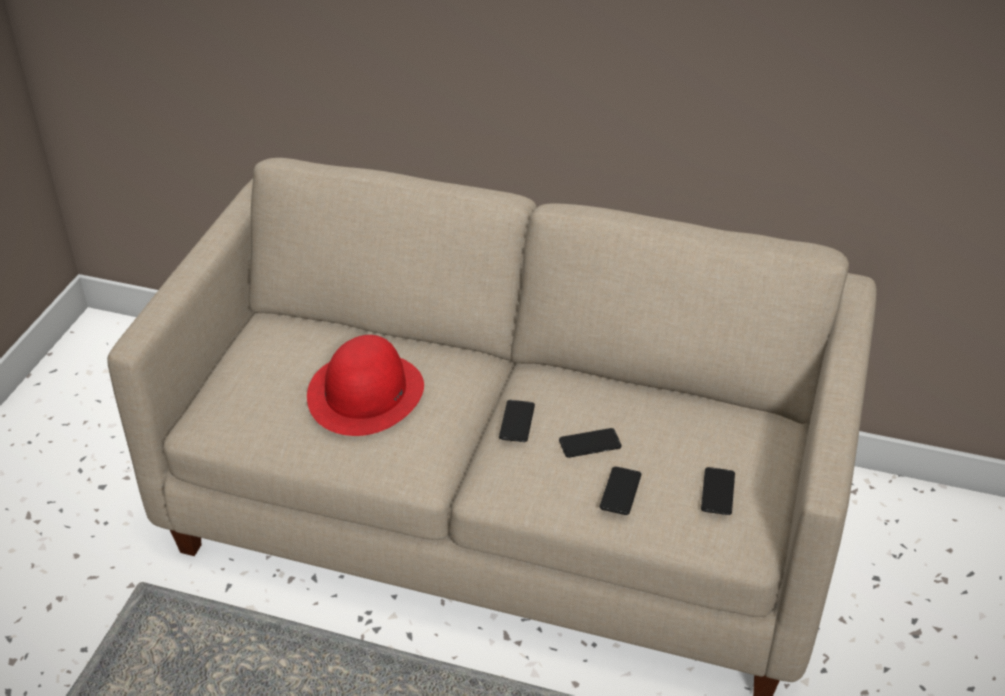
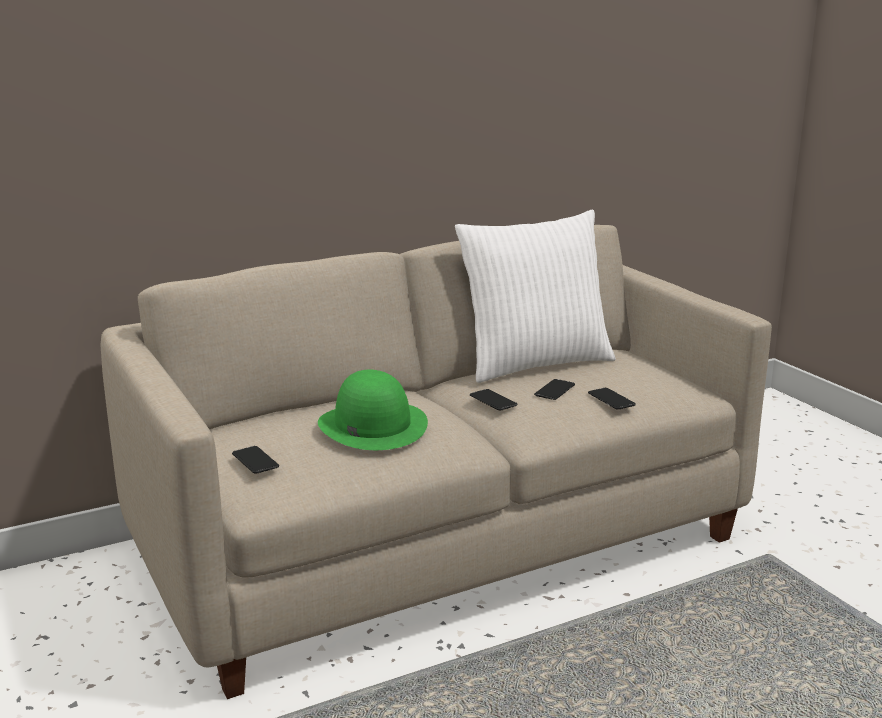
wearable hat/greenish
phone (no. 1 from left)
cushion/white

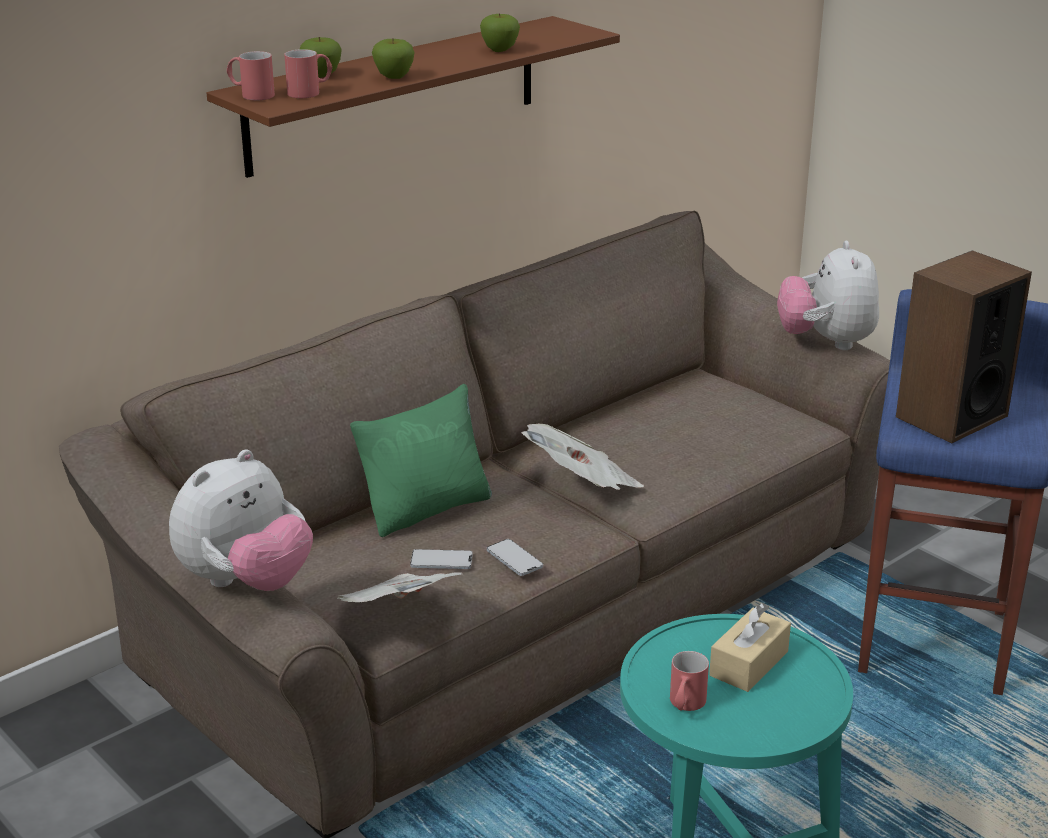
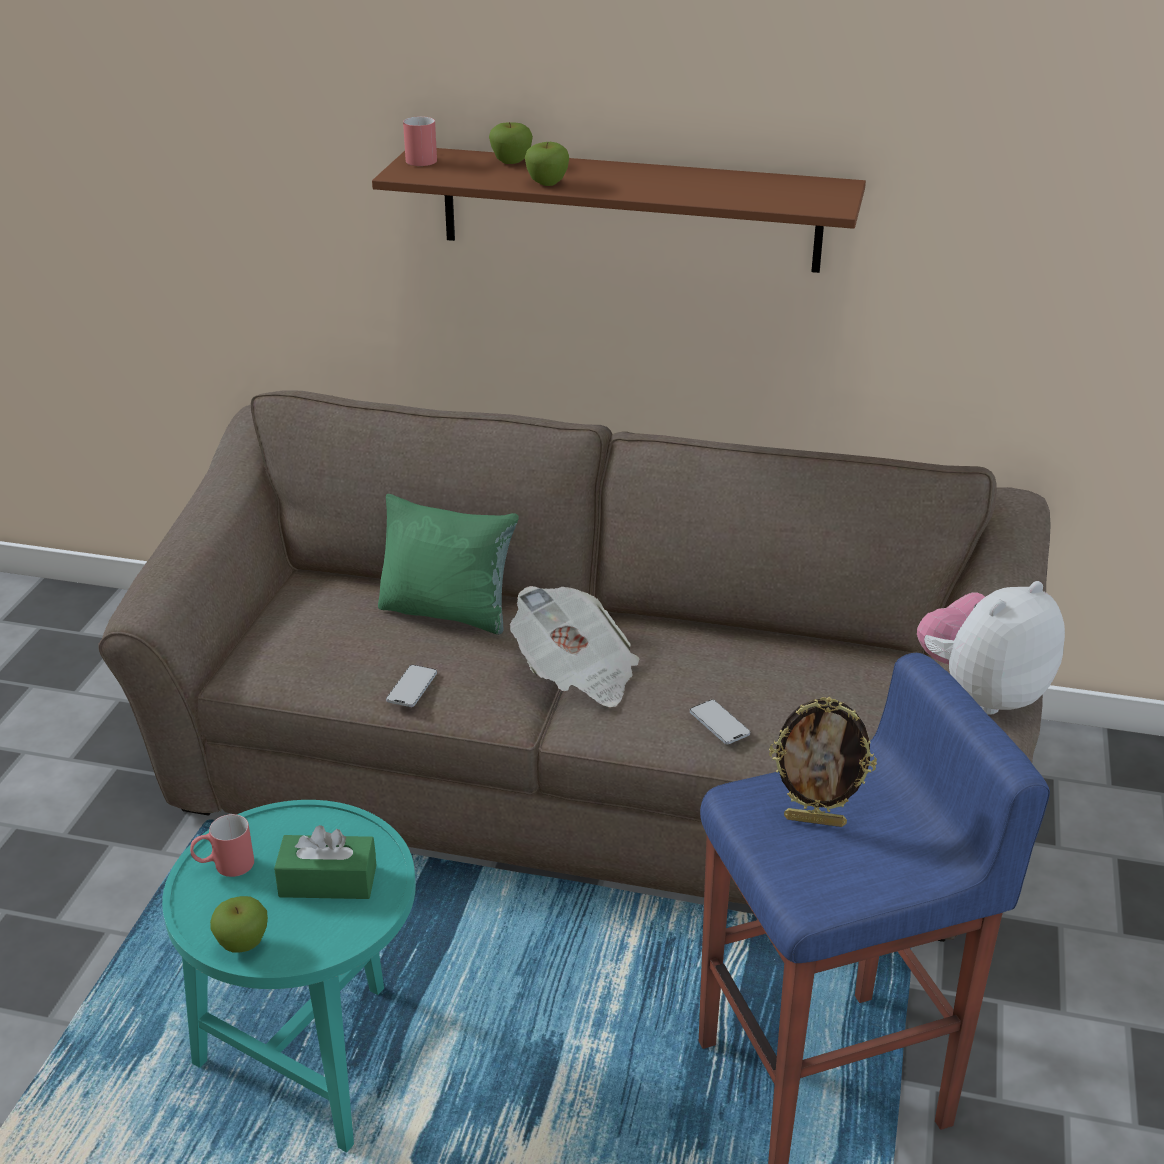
apple (no. 1 from left)
coffee mug/red-coloured (no. 2 from left in the first image)
picture frame
cuddly toy (no. 1 from left in the first image)
phone (no. 2 from left)
printed paper (no. 1 from left in the first image)
tissue holder/greenish

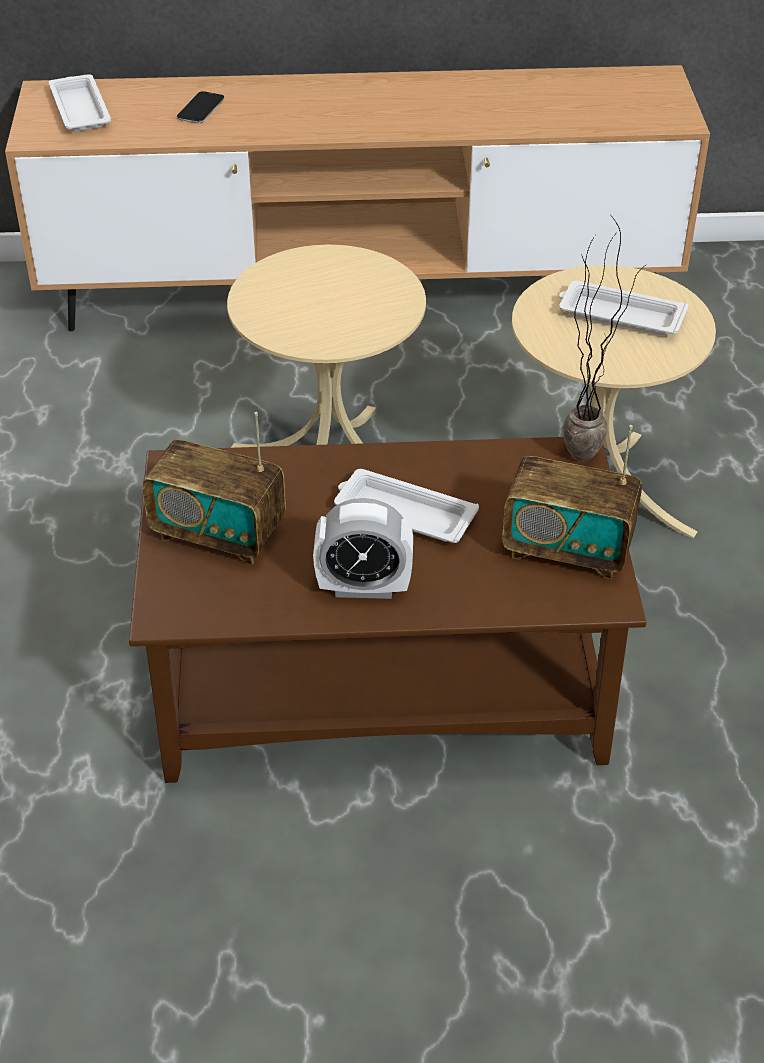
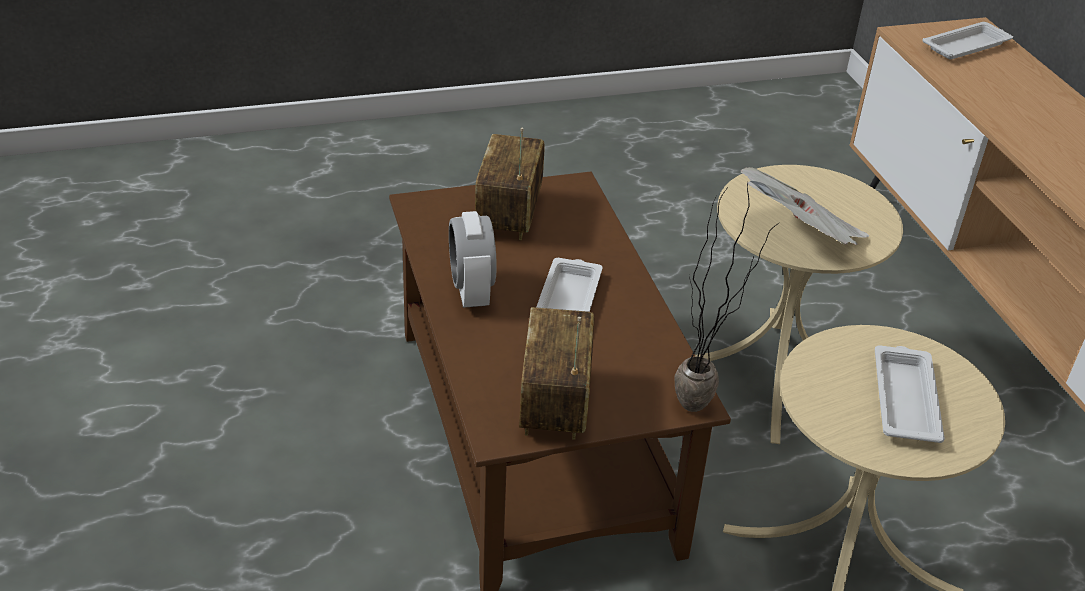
phone
printed paper

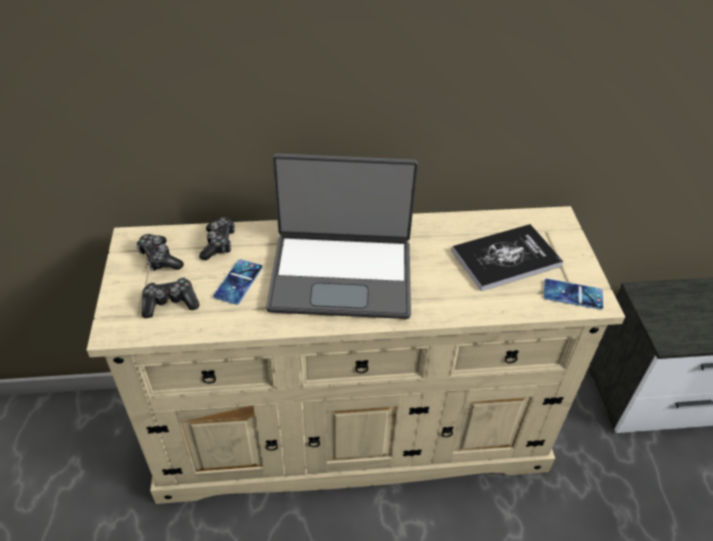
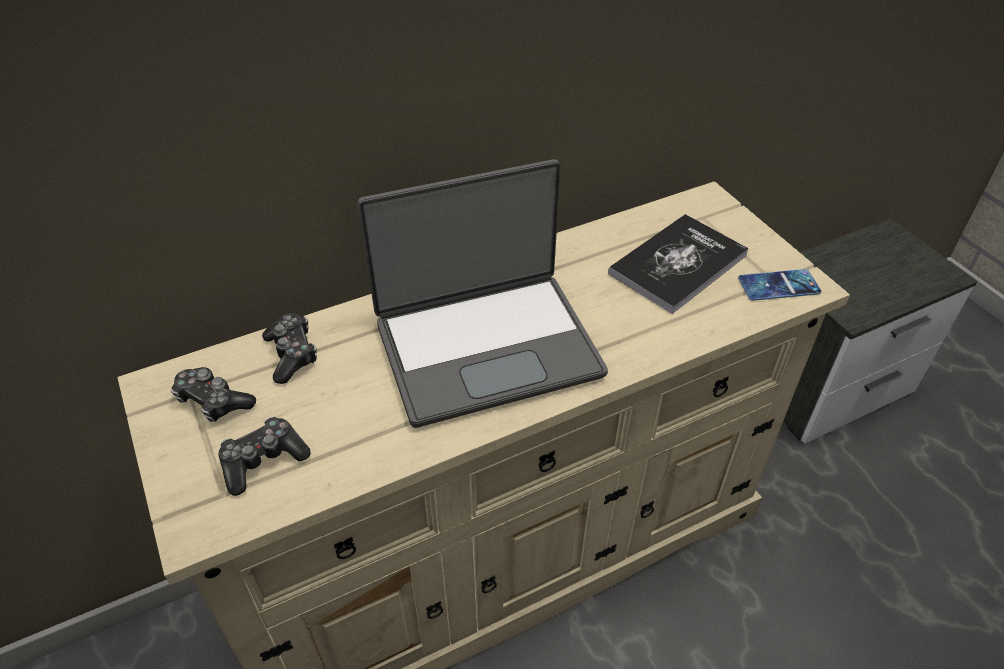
phone (no. 1 from left in the first image)

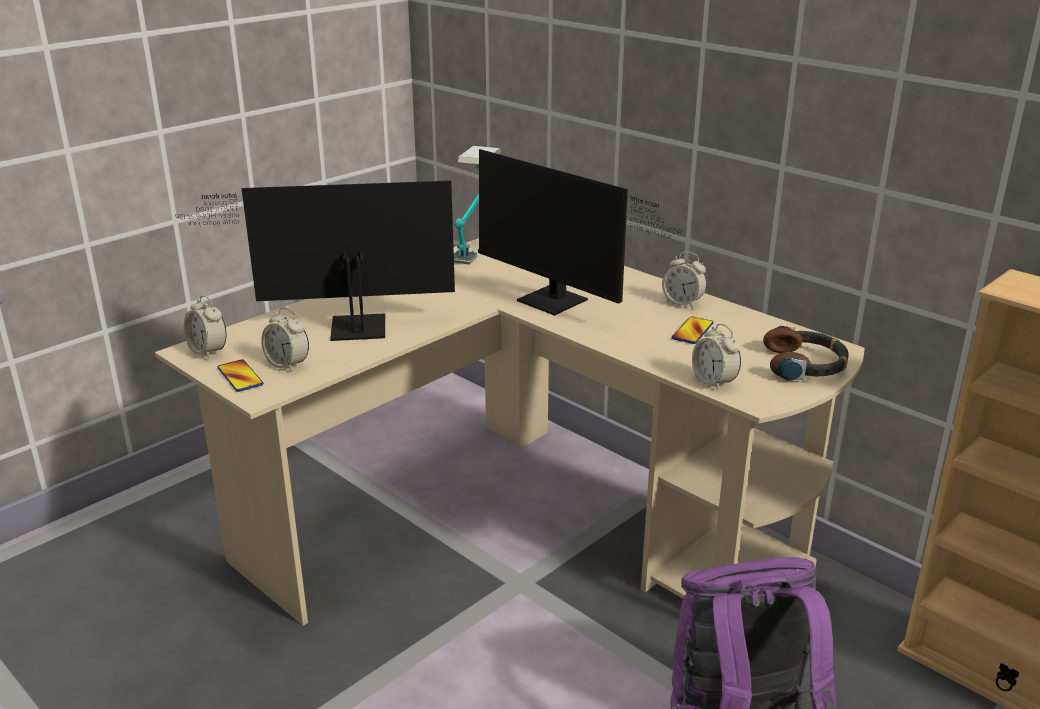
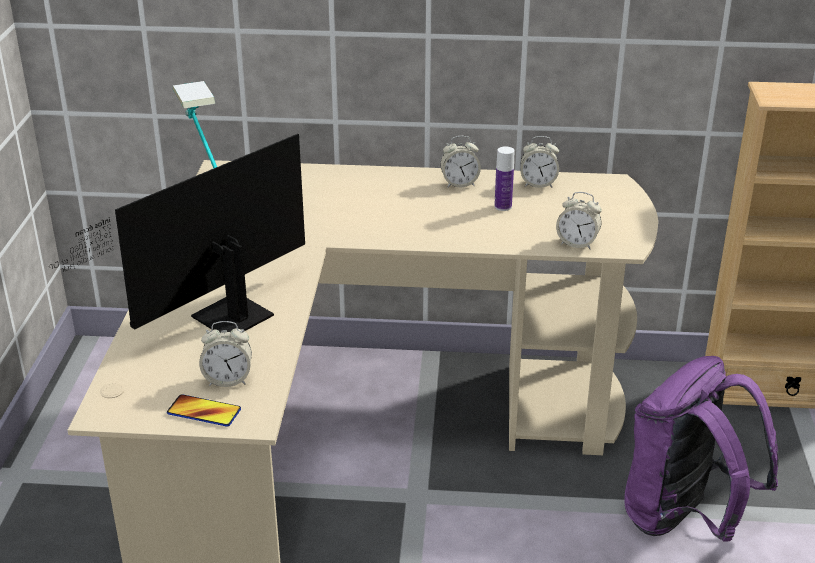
monitor (no. 2 from left in the first image)
alarm clock (no. 3 from left)
bottle
pair of headphones

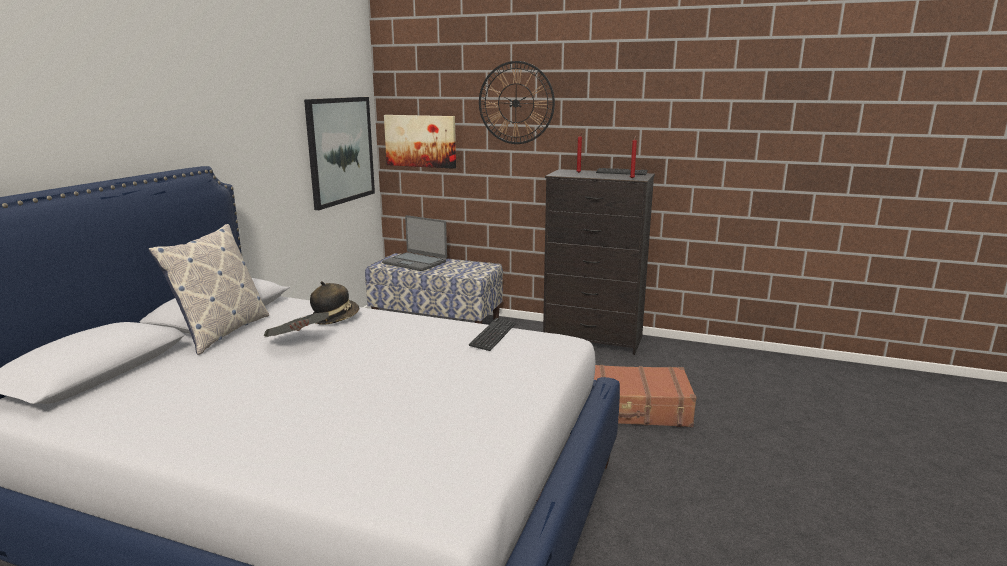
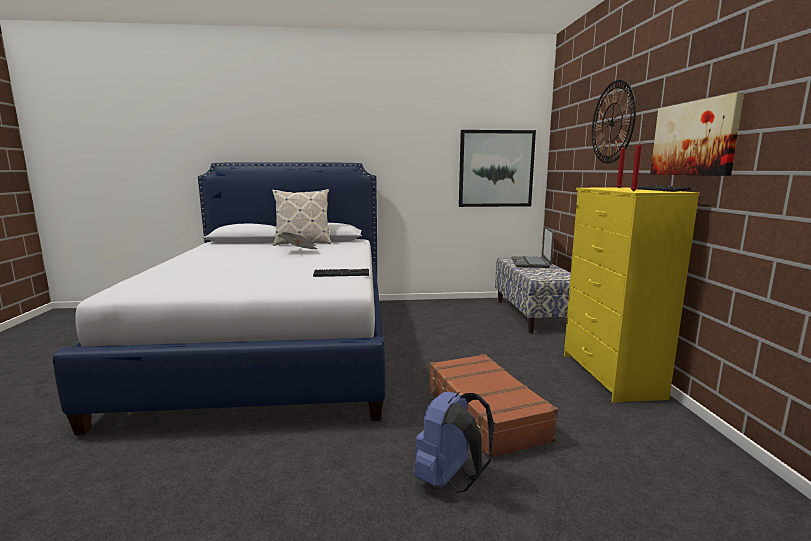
wall picture (no. 2 from left)
drawer chest/yellow-coloured
wearable hat
knapsack/blue-coloured

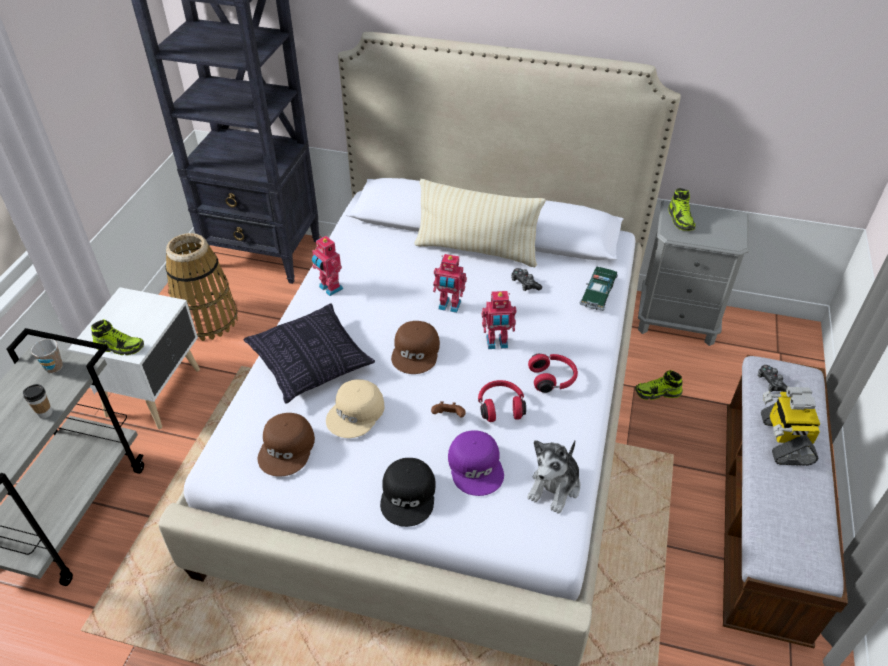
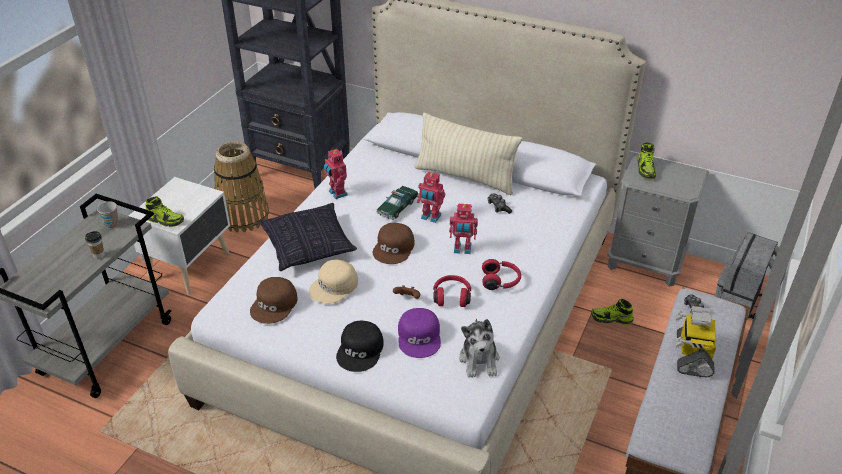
model car
cuddly toy
knapsack/grey

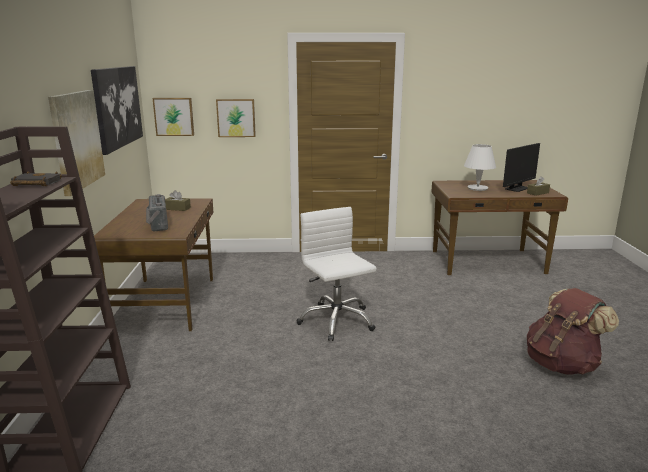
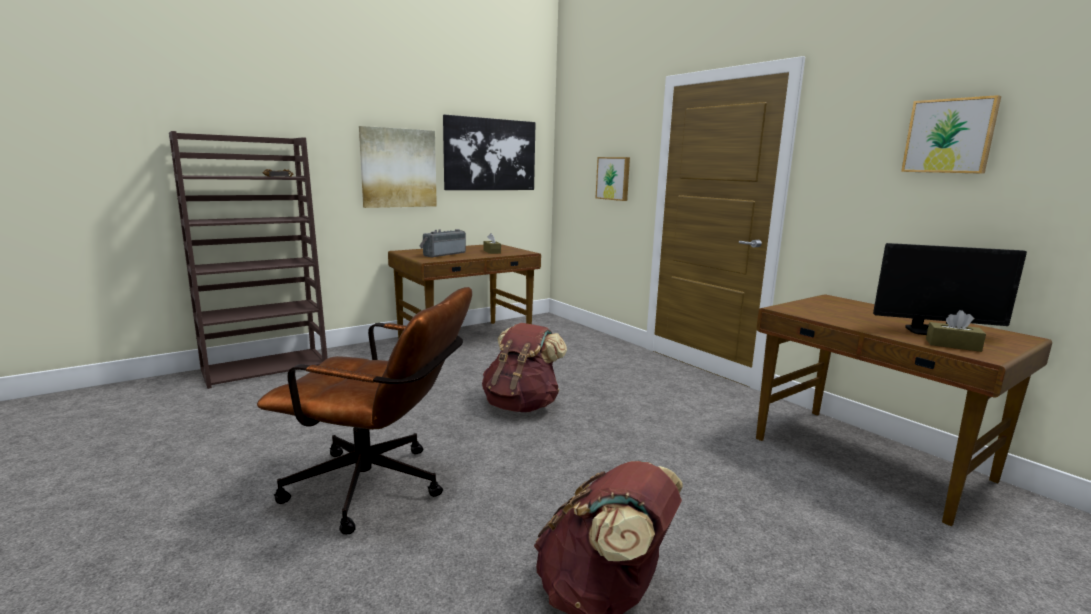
wall picture (no. 4 from left)
table lamp/white
knapsack/brown-coloured (no. 1 from left)
desk chair/brown-coloured

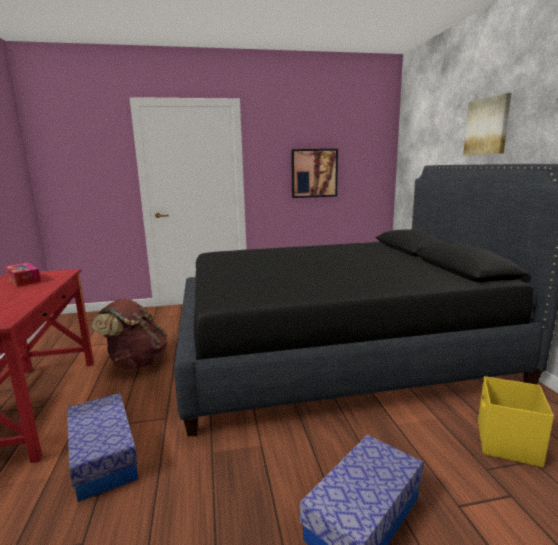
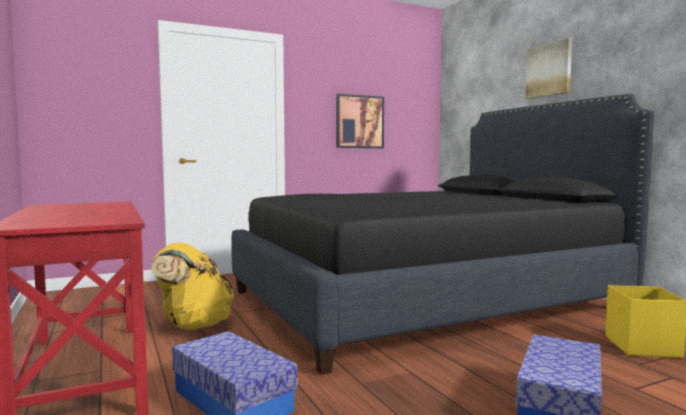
tissue holder
knapsack/yellow-coloured

